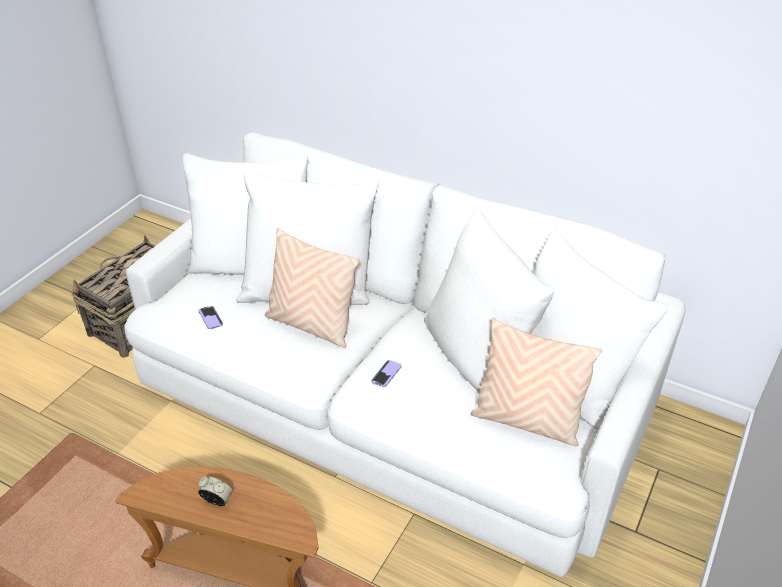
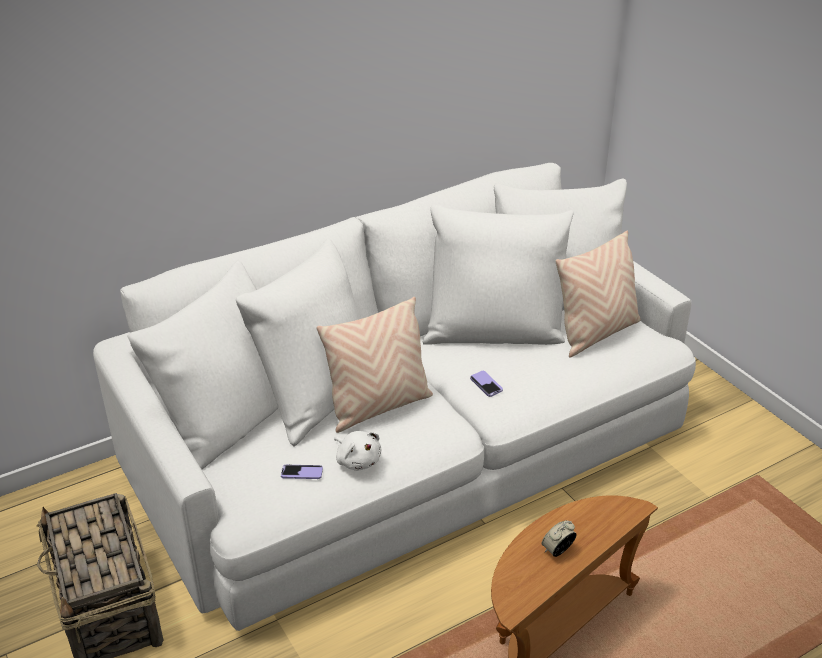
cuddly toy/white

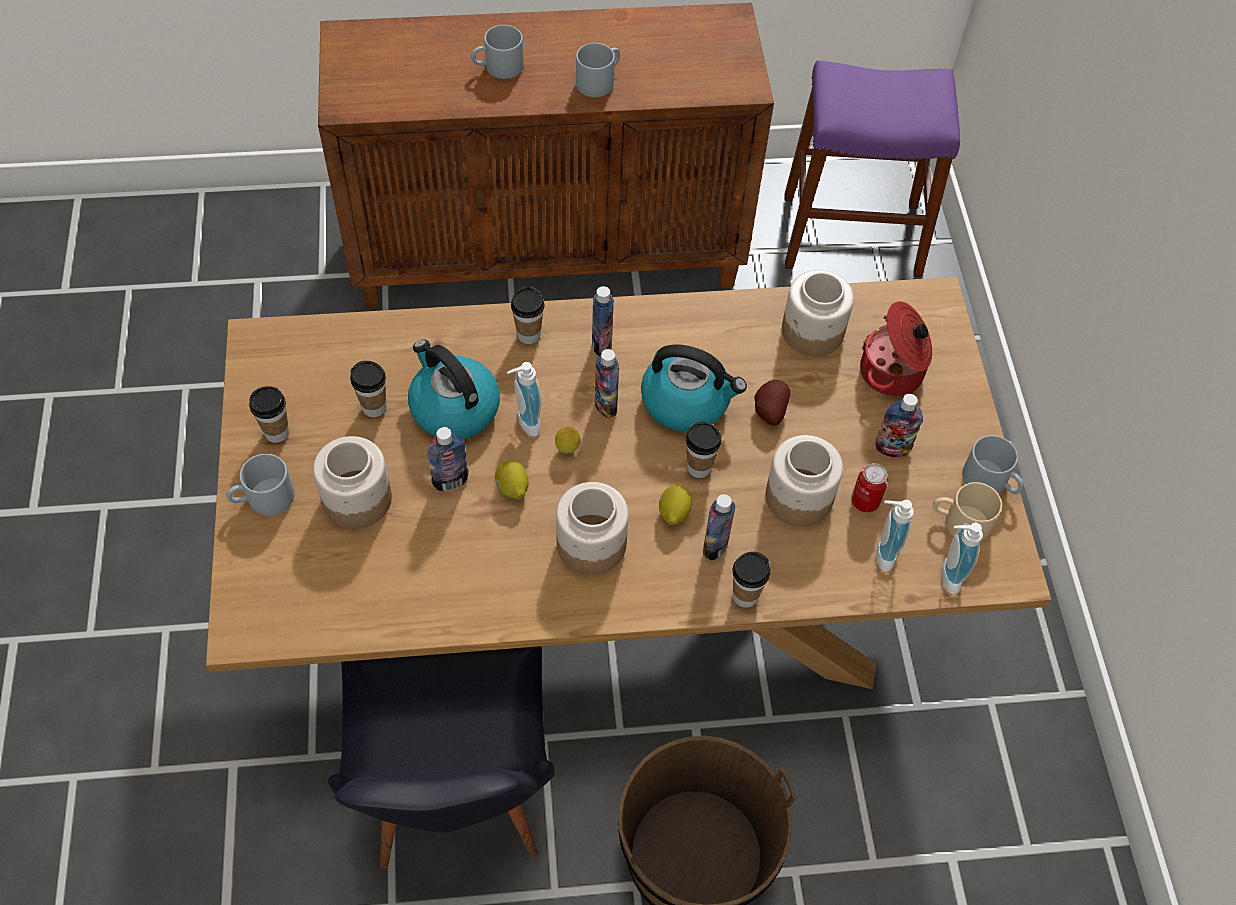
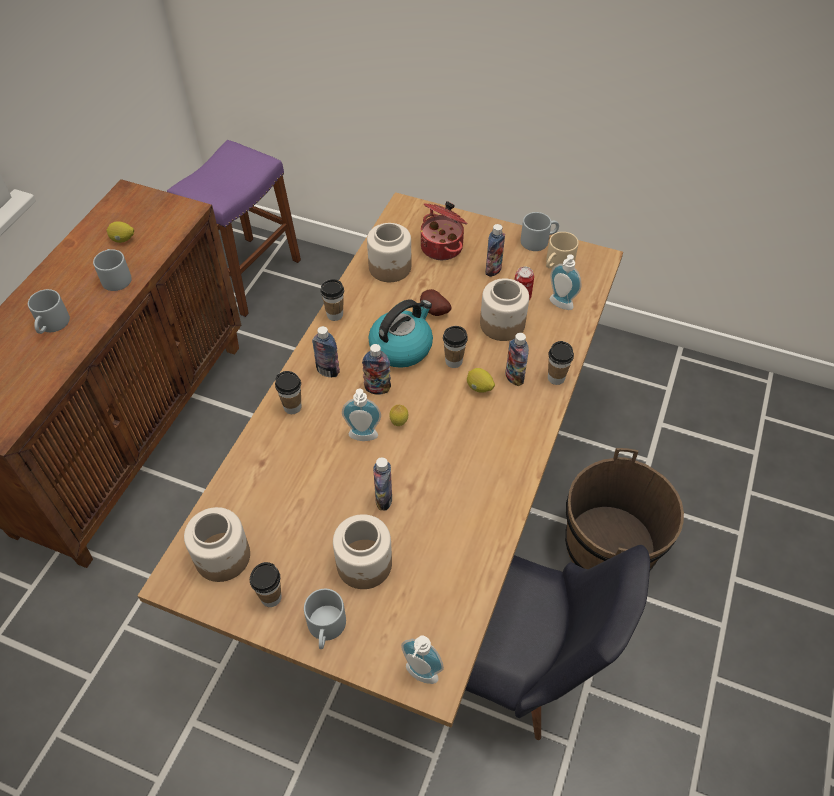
tea kettle (no. 1 from left in the first image)
cup (no. 3 from left)
citrus fruit (no. 1 from left)
preserve jar (no. 1 from left)
soap bottle (no. 2 from left)

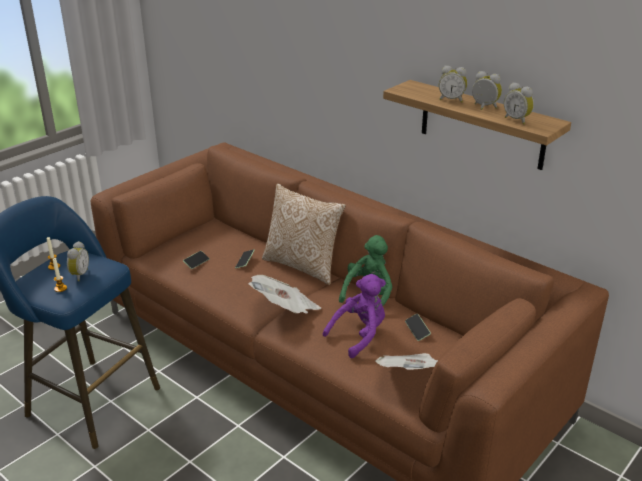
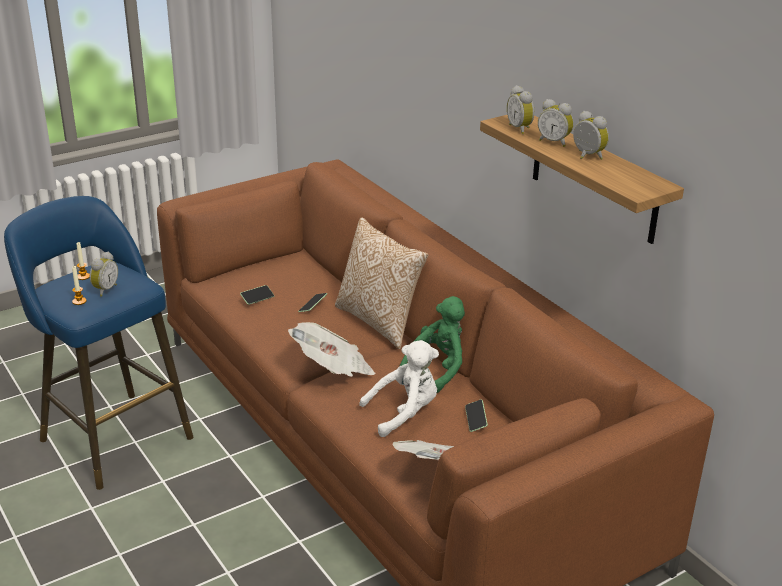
alarm clock (no. 2 from left)
cuddly toy/white

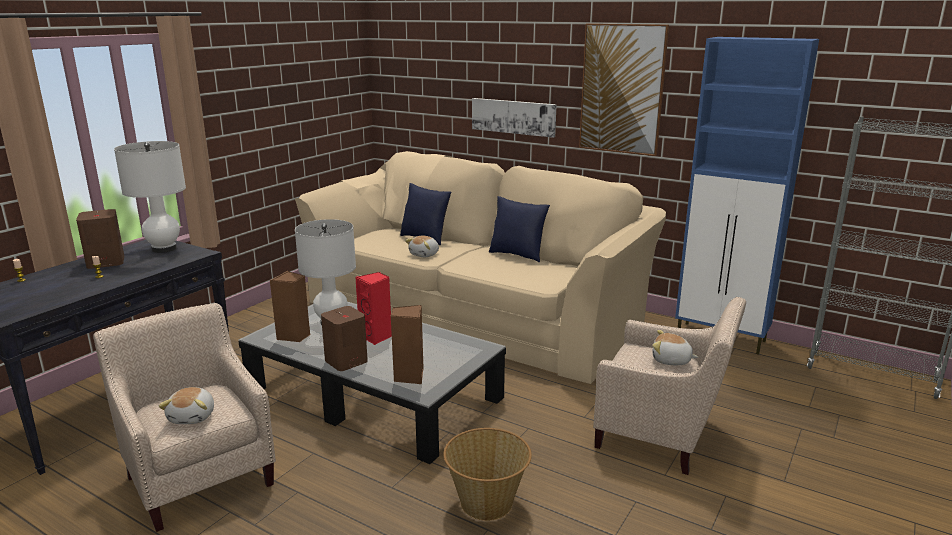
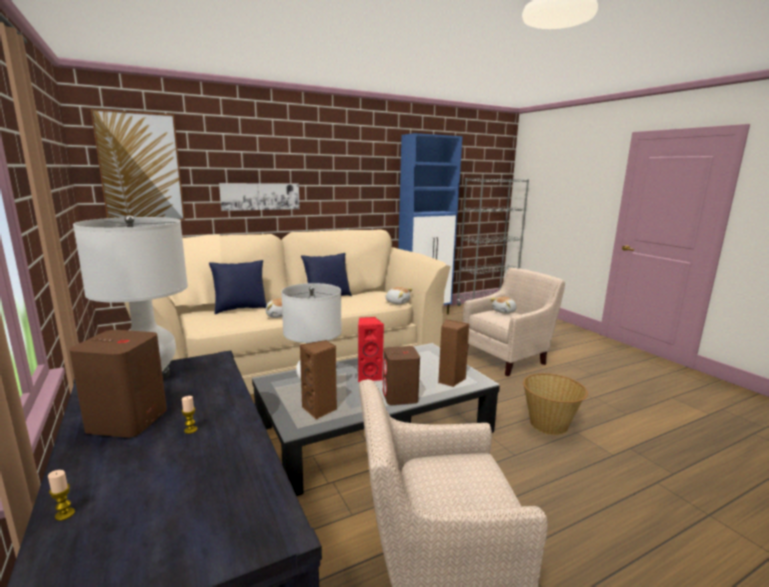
wall picture (no. 1 from left)
cuddly toy (no. 2 from left)

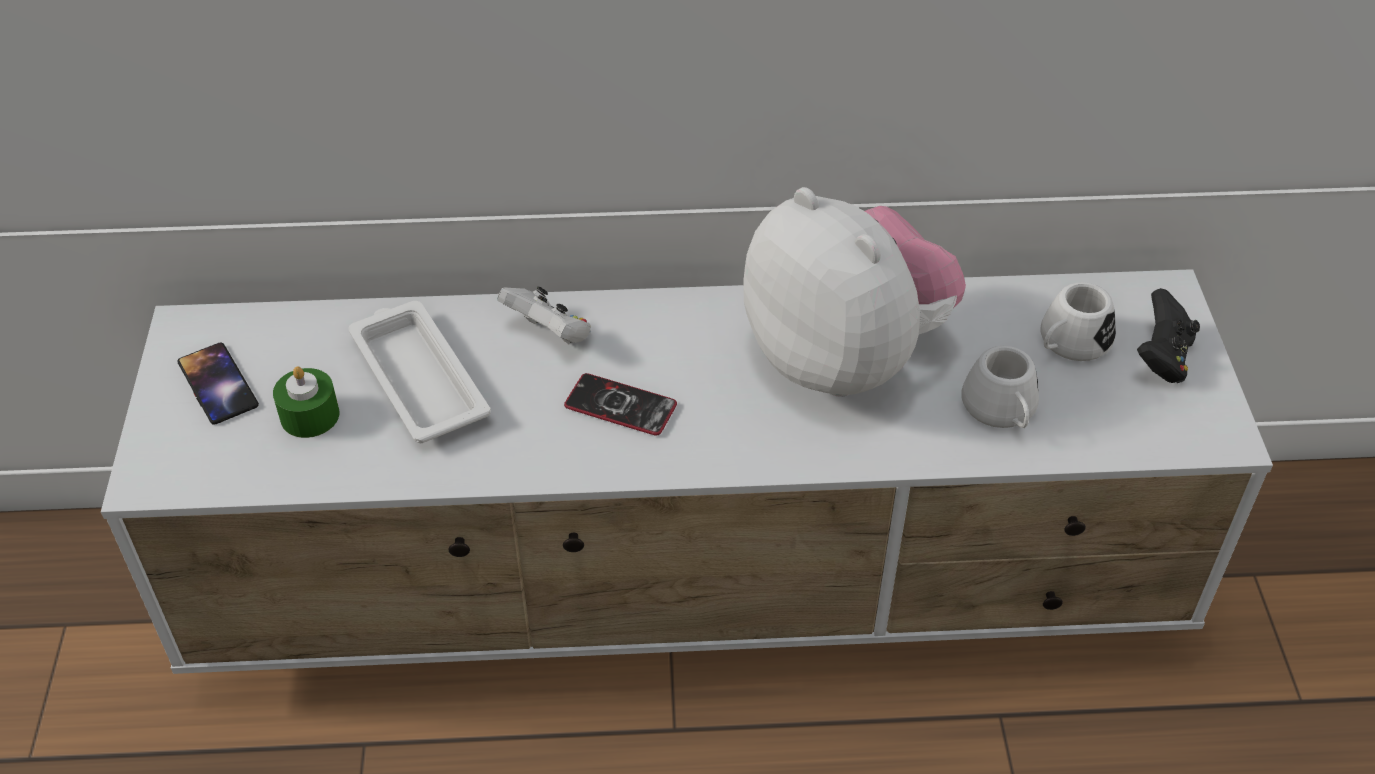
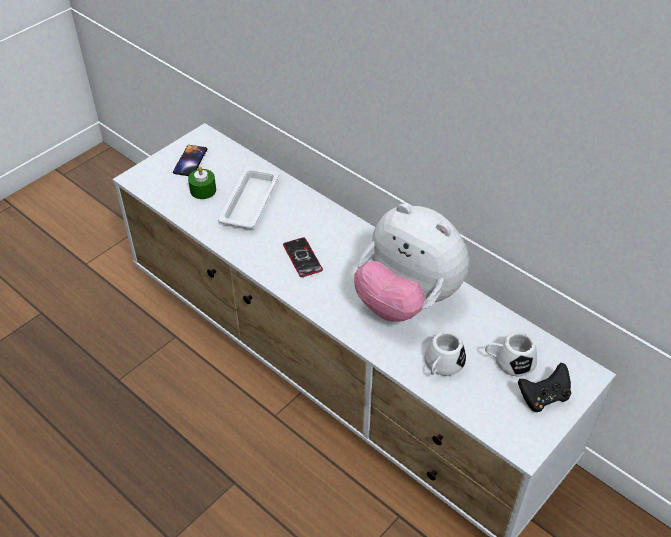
cuddly toy
gamepad/white

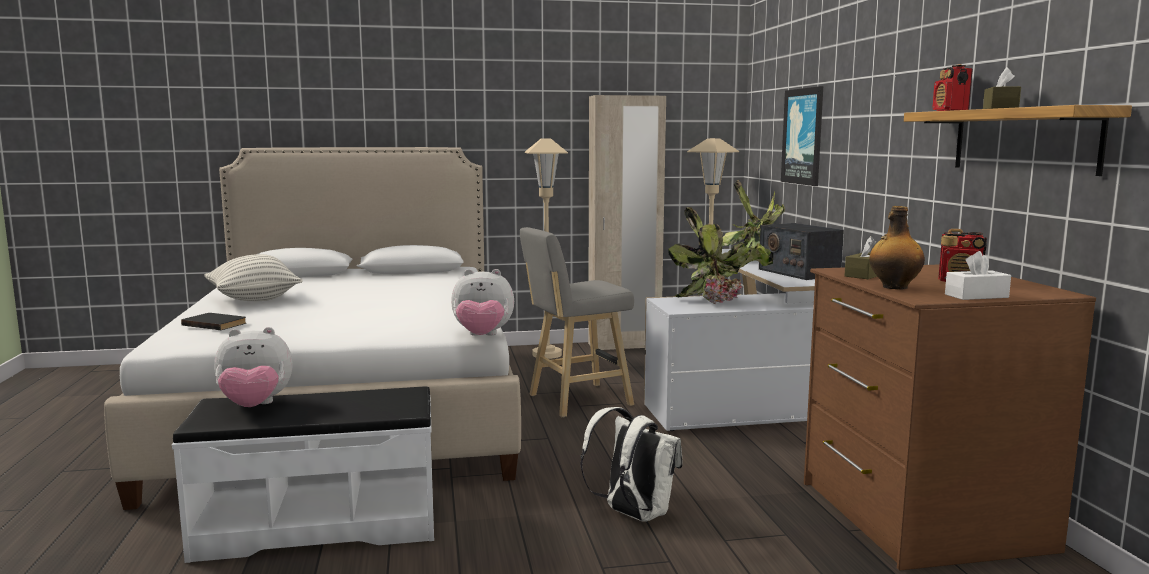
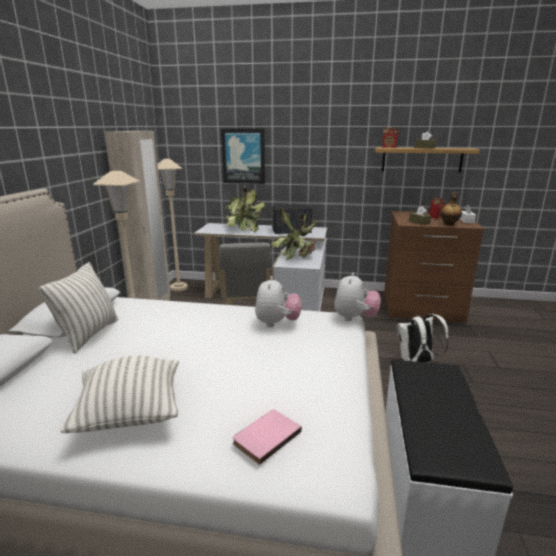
volume/pink
cuddly toy (no. 1 from left)
cushion (no. 1 from left)

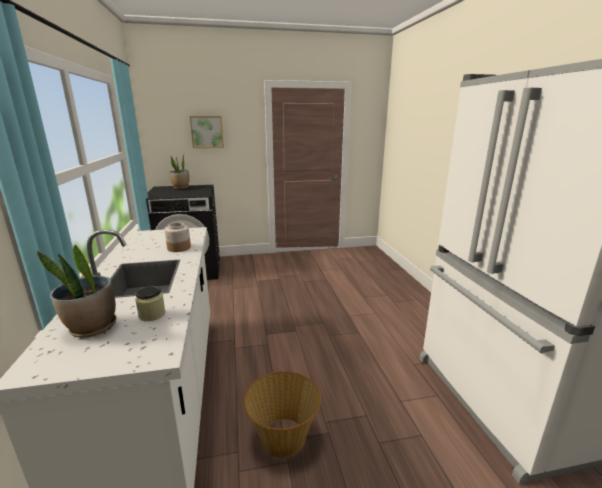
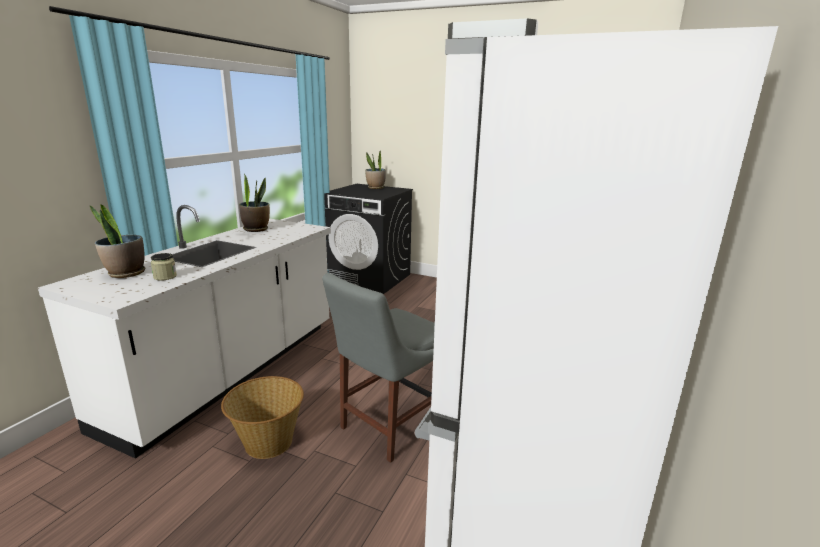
wall picture
preserve jar (no. 2 from left in the first image)
potted plant (no. 2 from left)
chair/grey

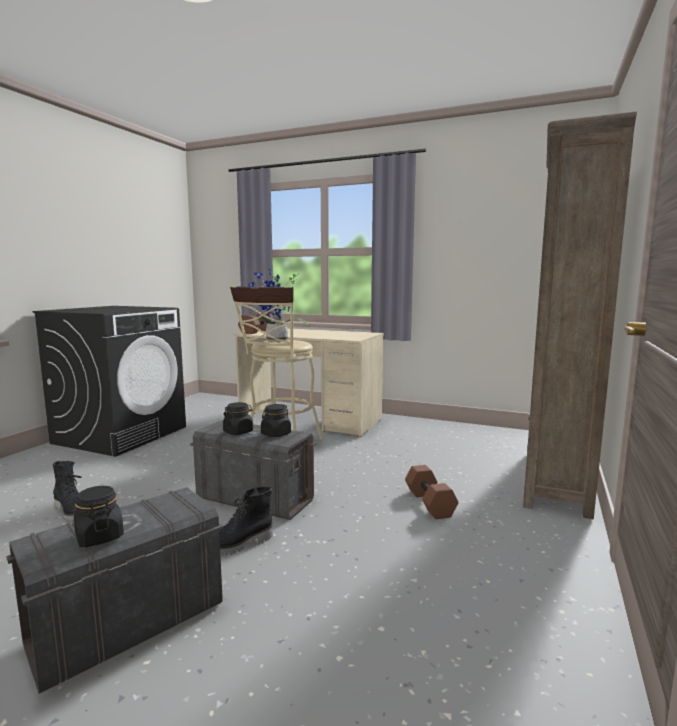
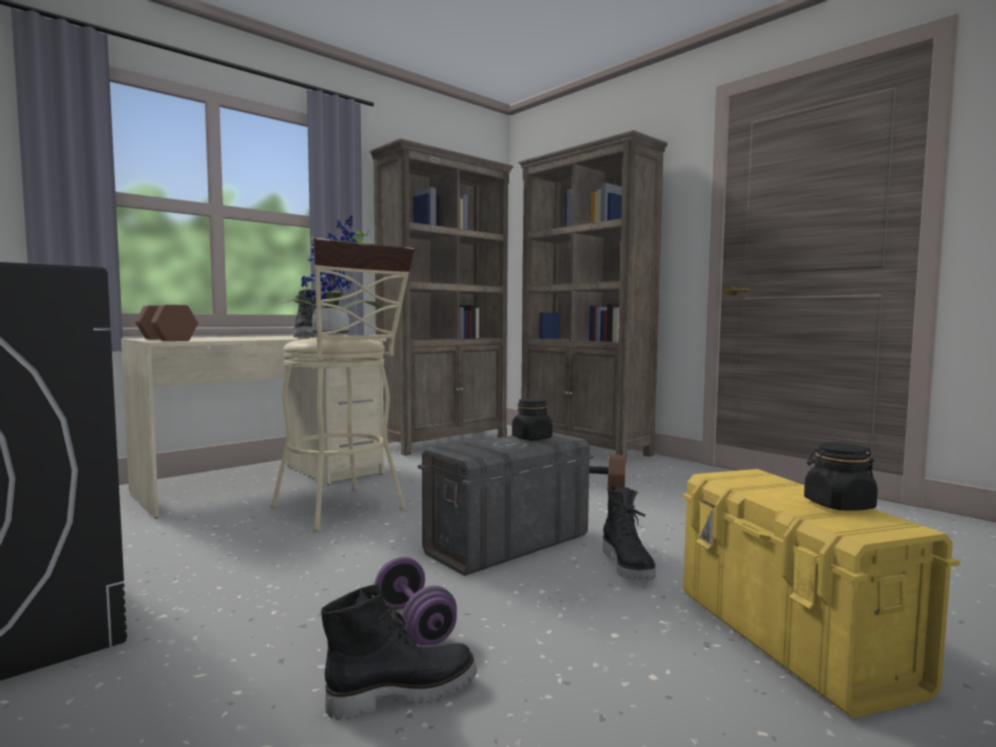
preserve jar/black-coloured (no. 2 from left in the first image)
storage box/yellow-coloured
bookcase/brown-coloured (no. 1 from left)
high-top boot/black-coloured (no. 1 from left)
free weight/purple-coloured

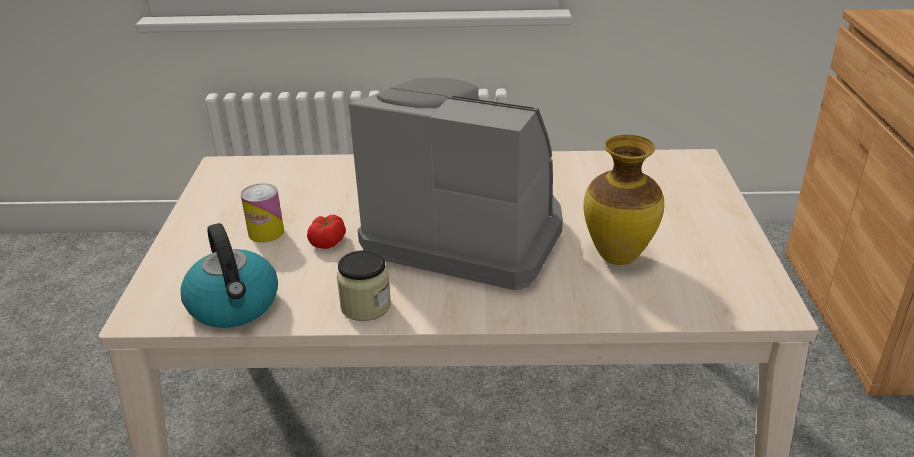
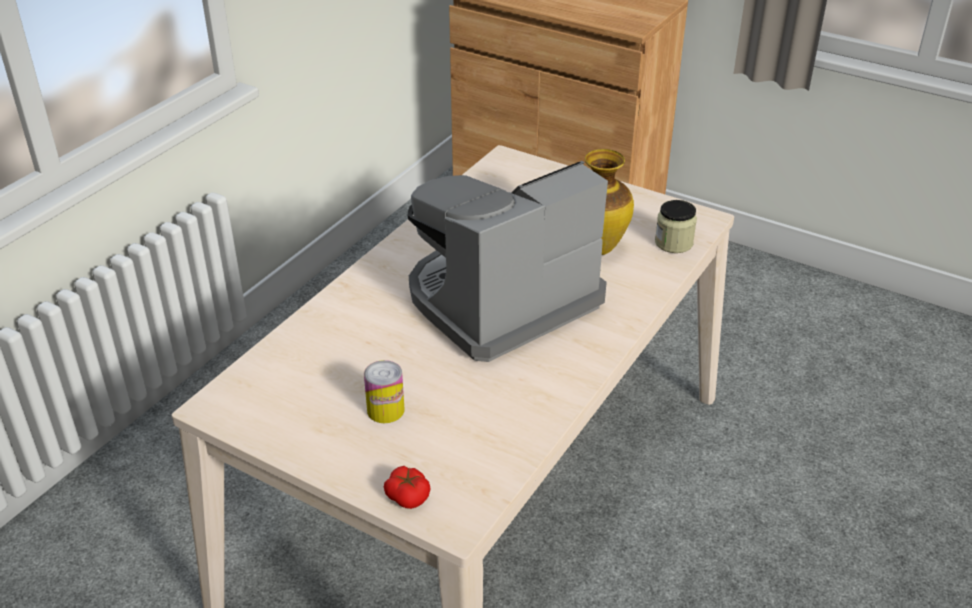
whole tomato
tea kettle
preserve jar

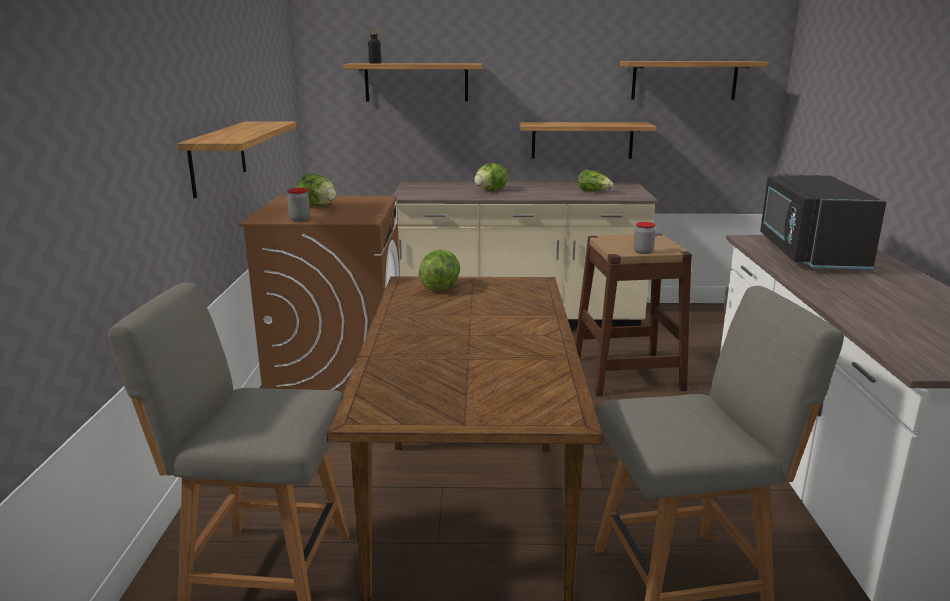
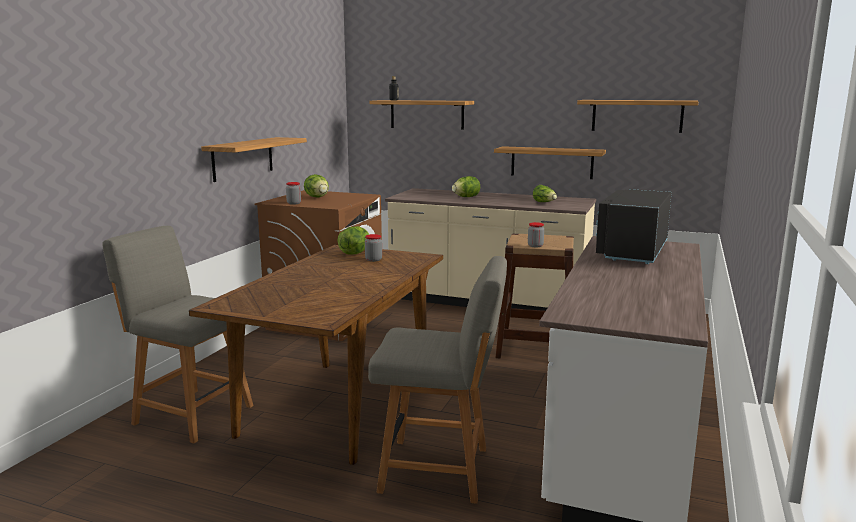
preserve jar (no. 2 from left)

